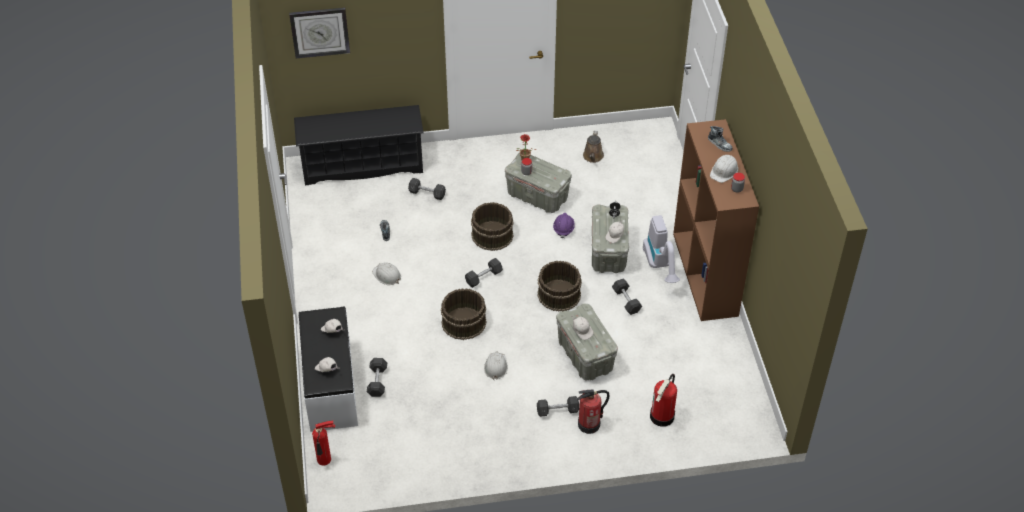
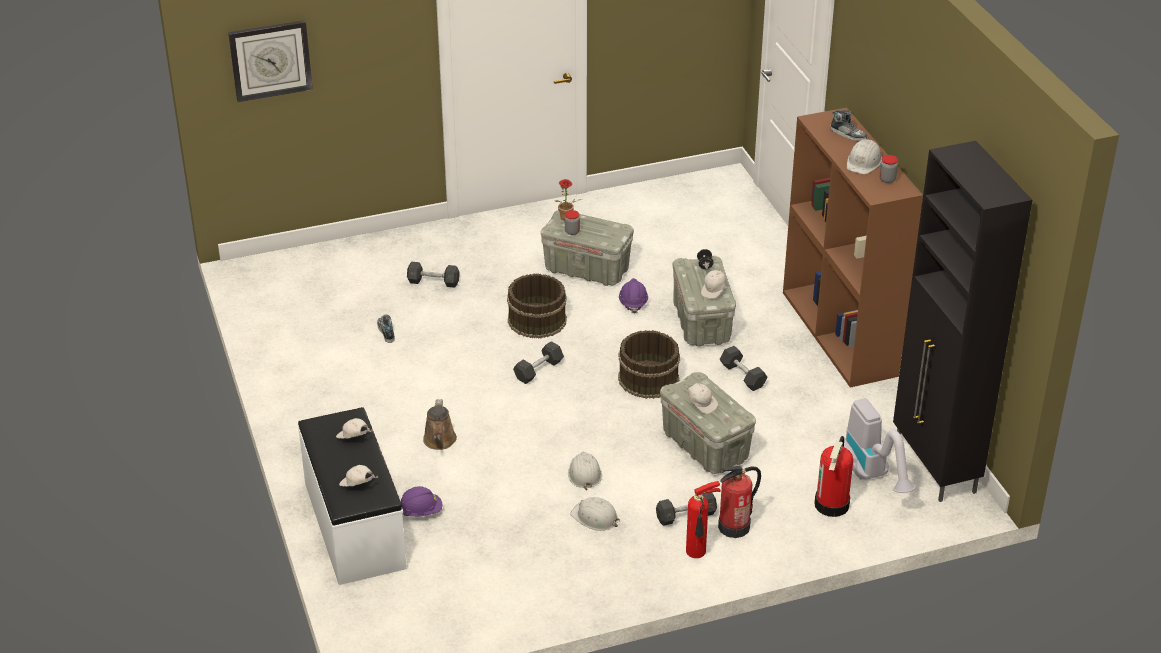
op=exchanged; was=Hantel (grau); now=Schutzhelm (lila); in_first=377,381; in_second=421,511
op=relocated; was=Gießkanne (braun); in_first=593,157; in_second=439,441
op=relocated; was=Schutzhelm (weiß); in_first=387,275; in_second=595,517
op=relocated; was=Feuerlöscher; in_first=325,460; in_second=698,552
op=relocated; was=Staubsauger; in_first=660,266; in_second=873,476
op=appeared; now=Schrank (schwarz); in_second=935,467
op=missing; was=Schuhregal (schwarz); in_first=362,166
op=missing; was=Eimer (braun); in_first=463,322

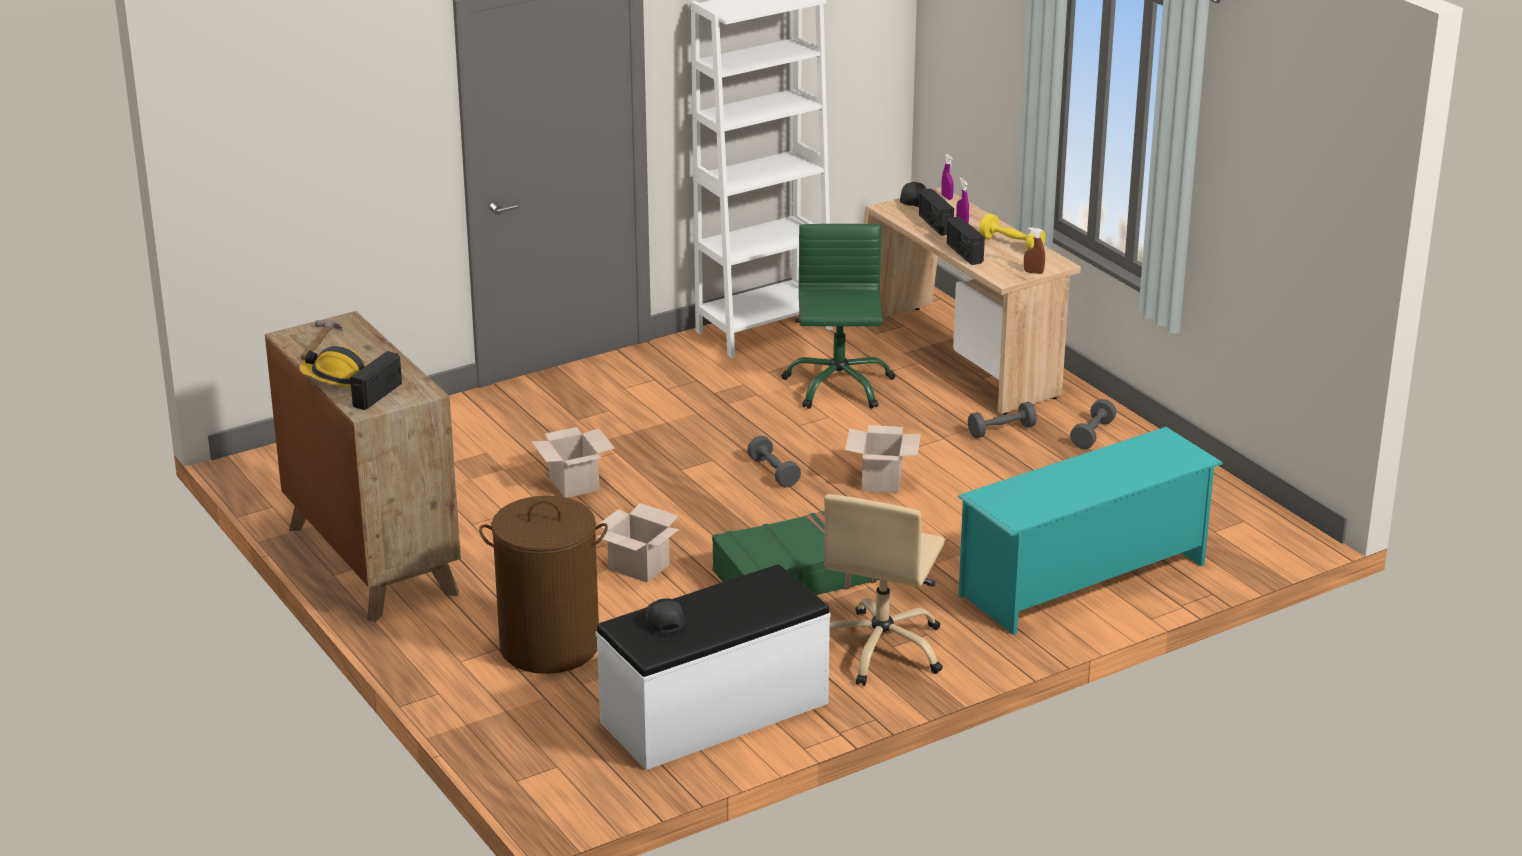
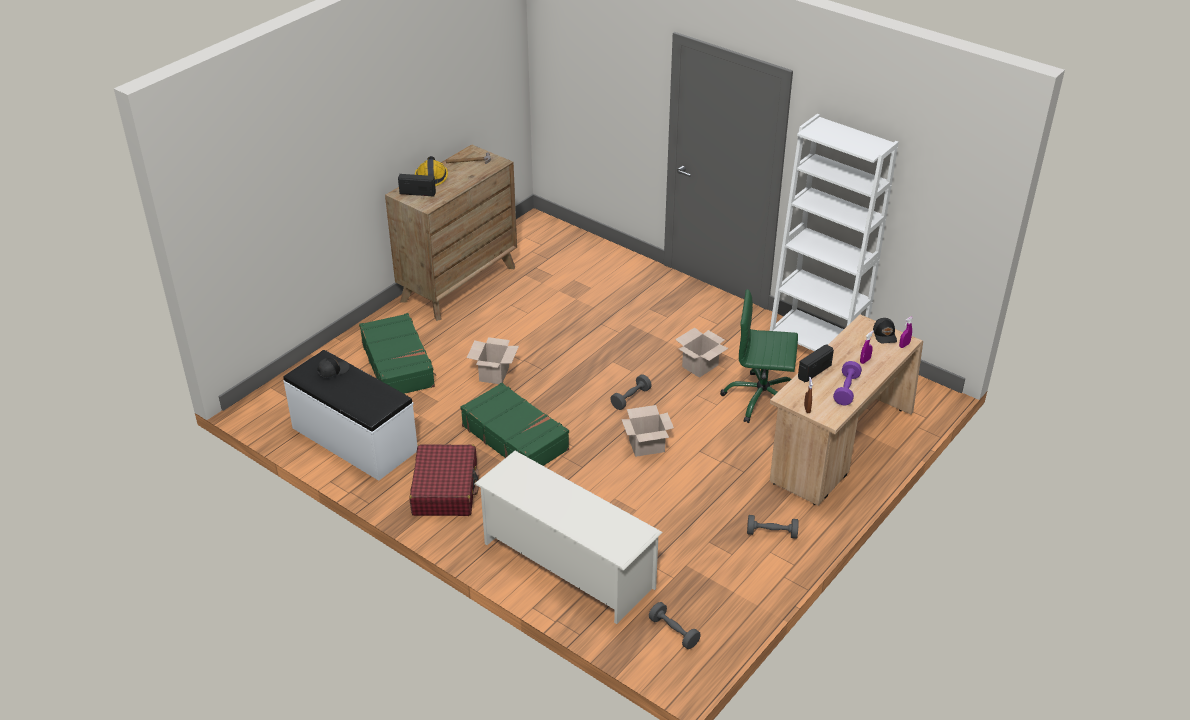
op=exchanged; was=Wäschekorb (braun); now=Koffer (grün); in_first=549,647; in_second=398,364
op=exchanged; was=Bürostuhl (beige); now=Koffer (rot); in_first=882,649; in_second=445,489
op=colour; was=Schuhregal (türkis); now=Schuhregal (weiß); in_first=1084,580; in_second=567,565
op=relocated; was=Hantel (grau); in_first=1001,431; in_second=674,632
op=relocated; was=Karton; in_first=575,484; in_second=700,366
op=spun; was=Bürostuhl (grün); in_first=838,386; in_second=761,399; clockwise=-150
op=colour; was=Hantel (gelb); now=Hantel (lila); in_first=1011,244; in_second=846,390
op=missing; was=Radio; in_first=935,225

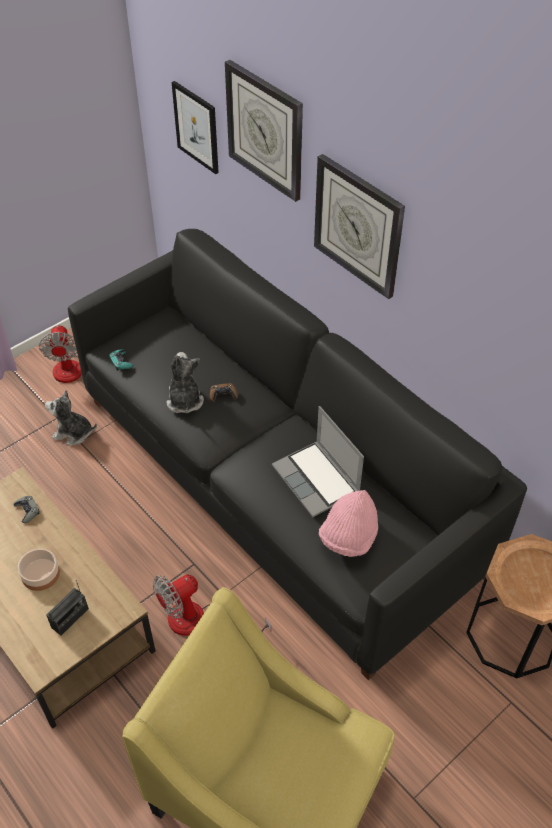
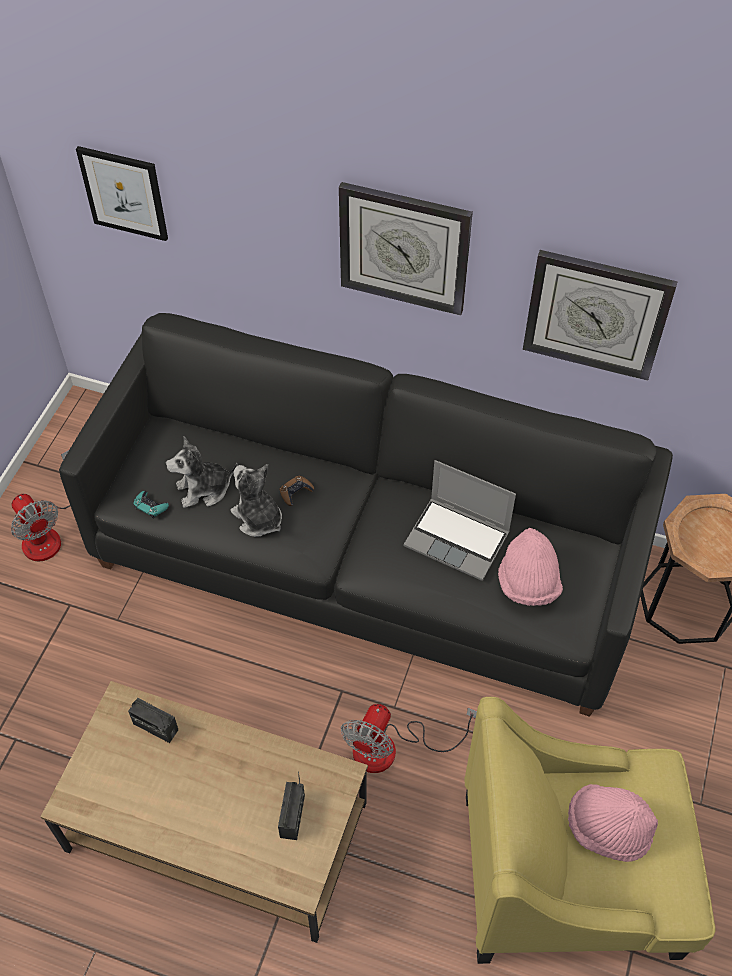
op=exchanged; was=Gamepad (grau); now=Radio; in_first=27,510; in_second=155,727
op=relocated; was=Plüschtier; in_first=73,433; in_second=204,489
op=relocated; was=Wanduhr; in_first=265,130; in_second=596,314
op=appeared; now=Hut (rosa); in_second=607,829
op=missing; was=Schüssel; in_first=41,574

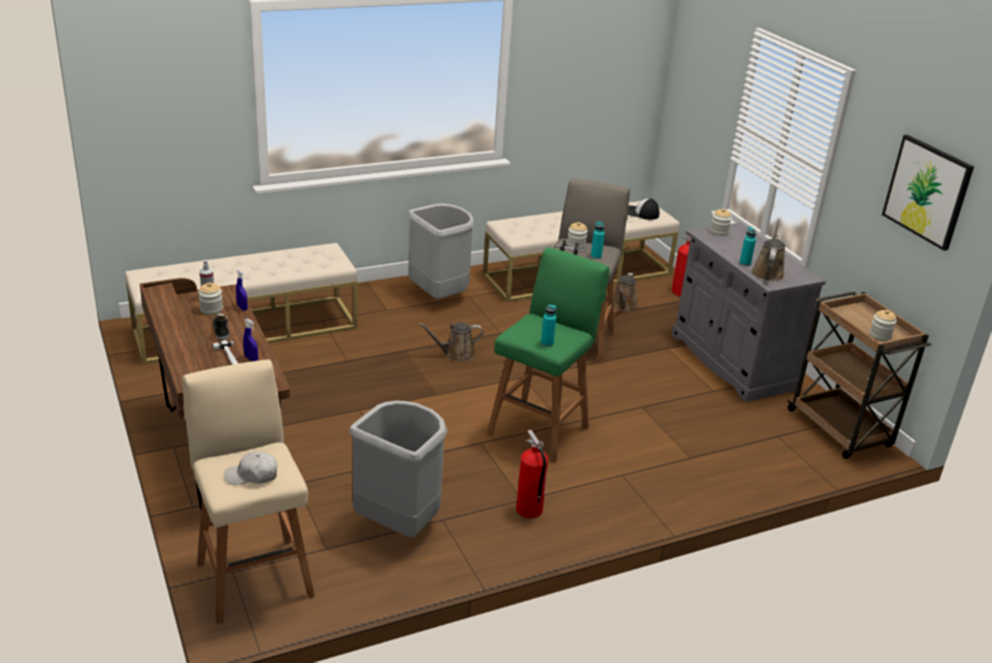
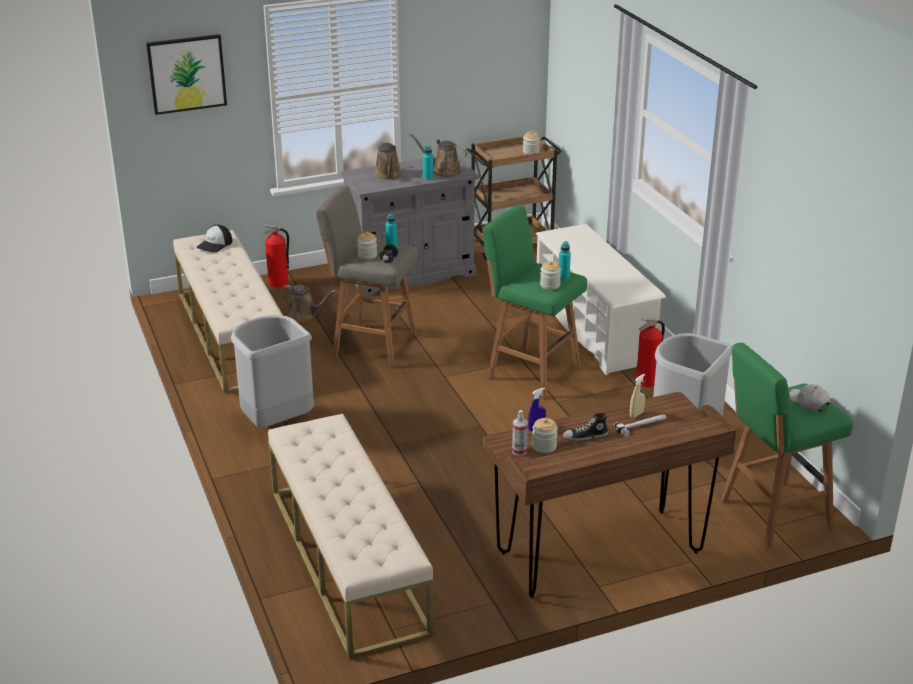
op=relocated; was=Bild; in_first=927,191; in_second=186,73
op=relocated; was=Gießkanne (braun); in_first=456,354; in_second=388,175
op=appeared; now=Schuhregal (weiß); in_second=594,330
op=relocated; was=Vorratsglas; in_first=719,232; in_second=550,285
op=colour; was=Sprühflasche (blau); now=Sprühflasche (beige); in_first=251,359; in_second=636,414
op=colour; was=Hocker (beige); now=Hocker (grün); in_first=254,576; in_second=772,515
op=spun; was=Kappe (weiß); in_first=252,476; in_second=808,403; clockwise=150

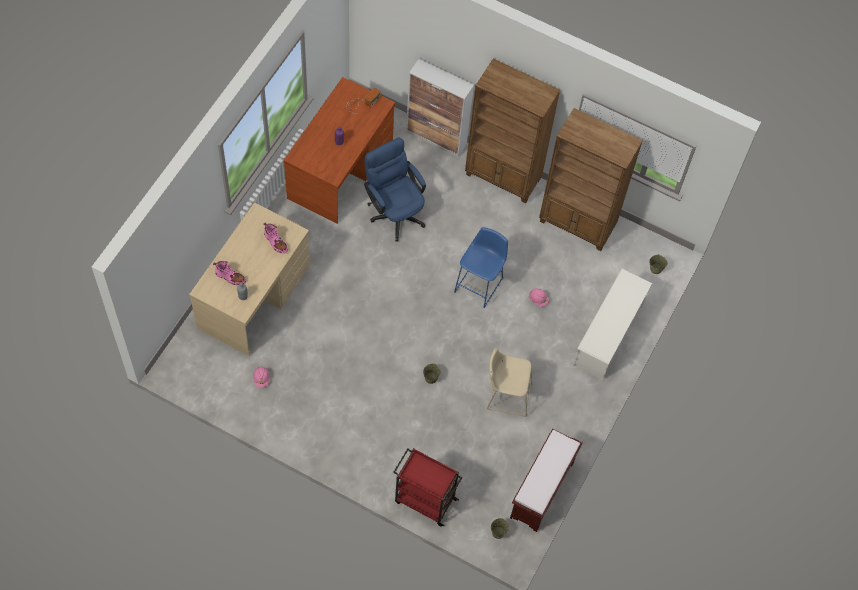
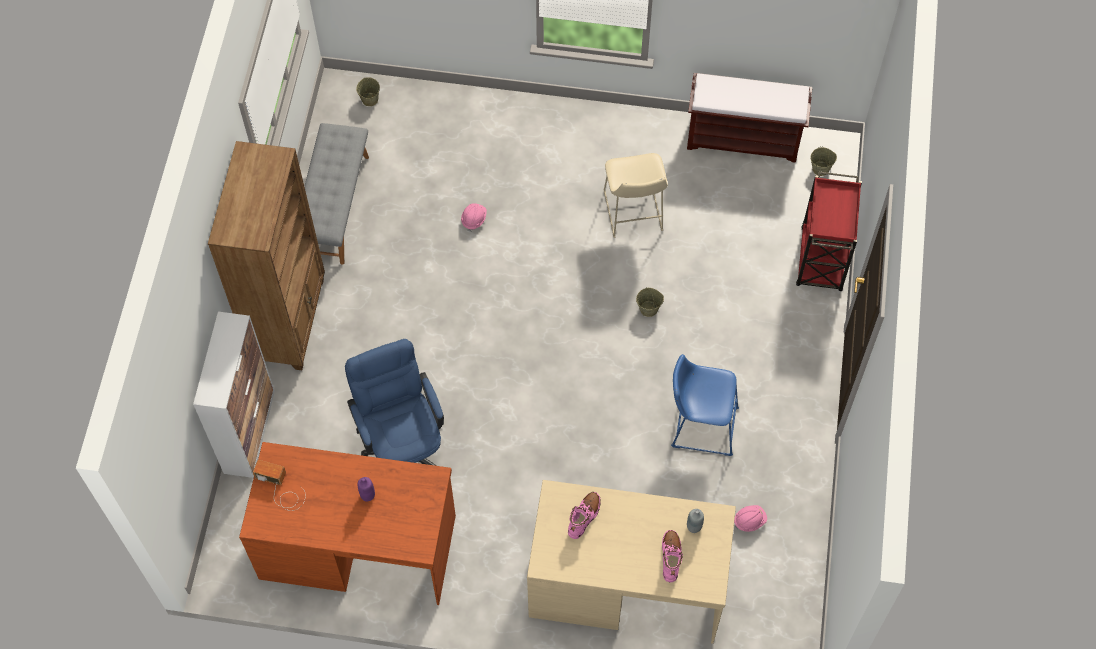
op=exchanged; was=Bücherregal (braun); now=Bank (grau); in_first=577,224; in_second=335,206
op=spun; was=Bürostuhl (blau); in_first=394,211; in_second=403,444; clockwise=120
op=relocated; was=Hocker (blau); in_first=480,283; in_second=700,426
op=missing; was=Schuhregal (weiß); in_first=608,335

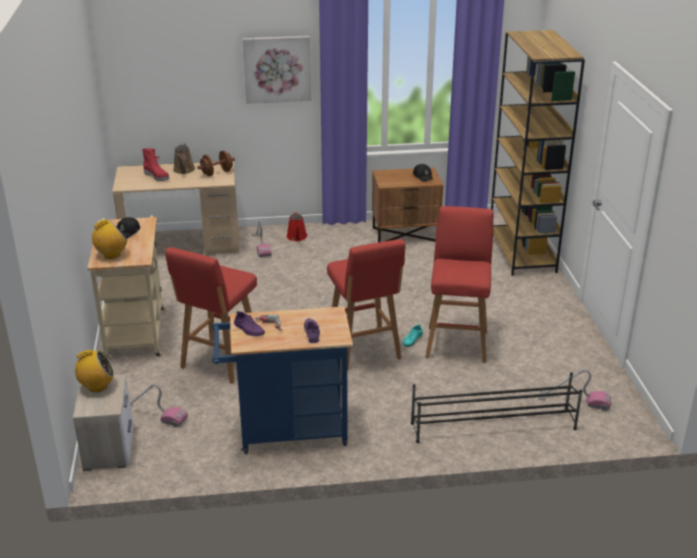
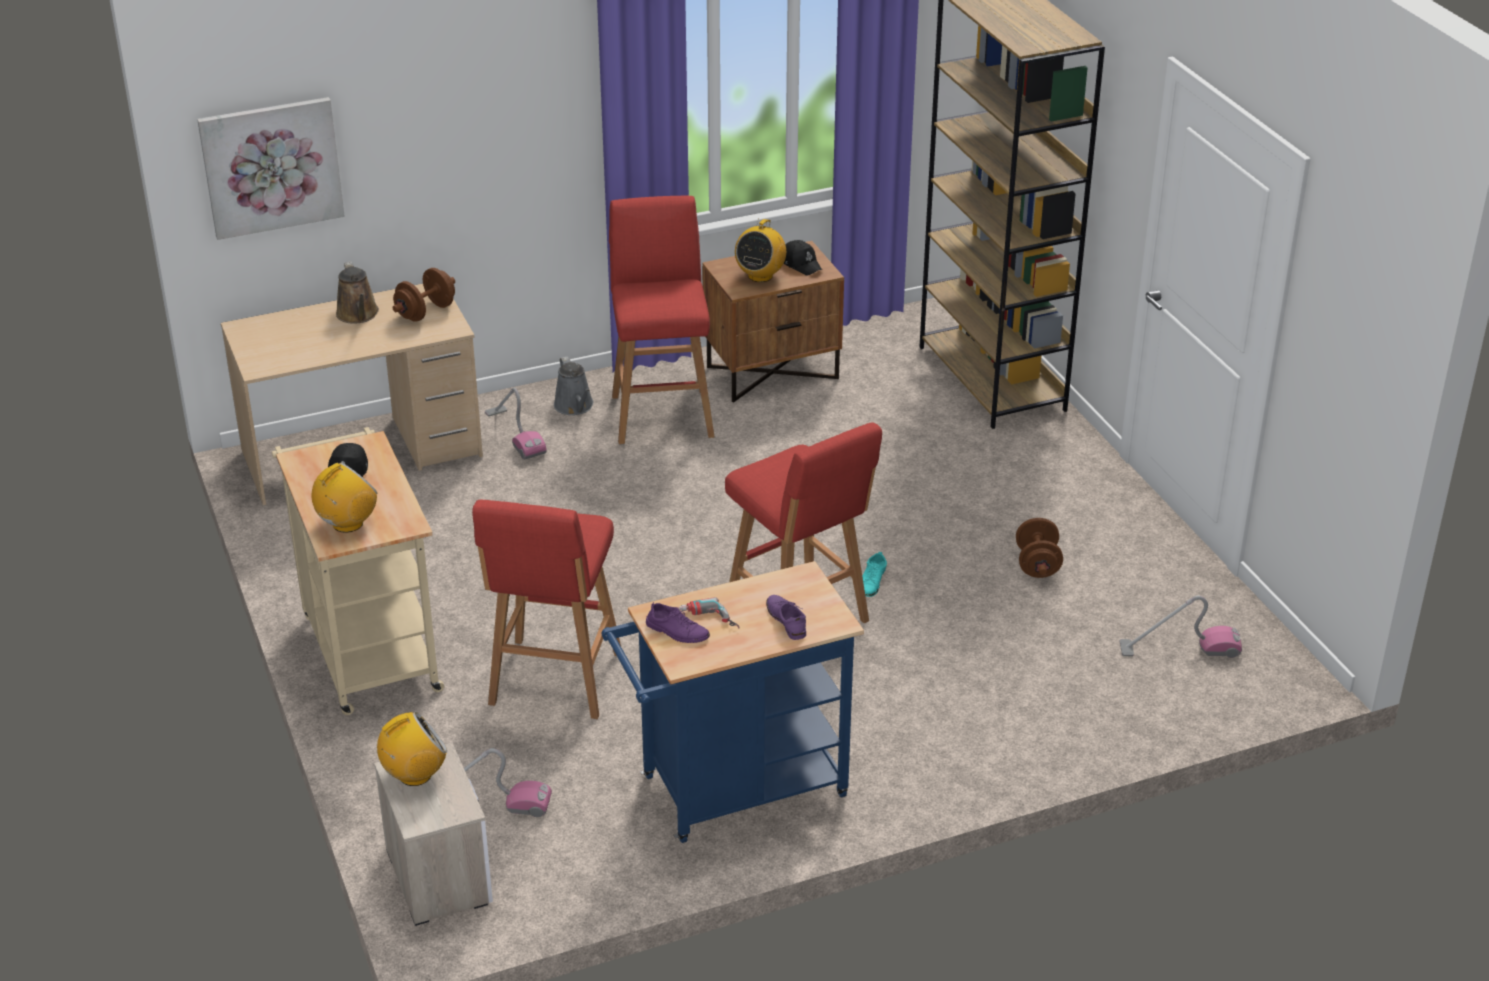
op=relocated; was=Bild; in_first=277,69; in_second=271,166
op=colour; was=Gießkanne (rot); now=Gießkanne (grau); in_first=297,237; in_second=575,406
op=relocated; was=Hocker (rot); in_first=457,343; in_second=662,413
op=appeared; now=Radio; in_second=760,275
op=appeared; now=Hantel (braun); in_second=1037,564
op=missing; was=Stiefel (rot); in_first=157,176
op=missing; was=Schuhregal (schwarz); in_first=492,426

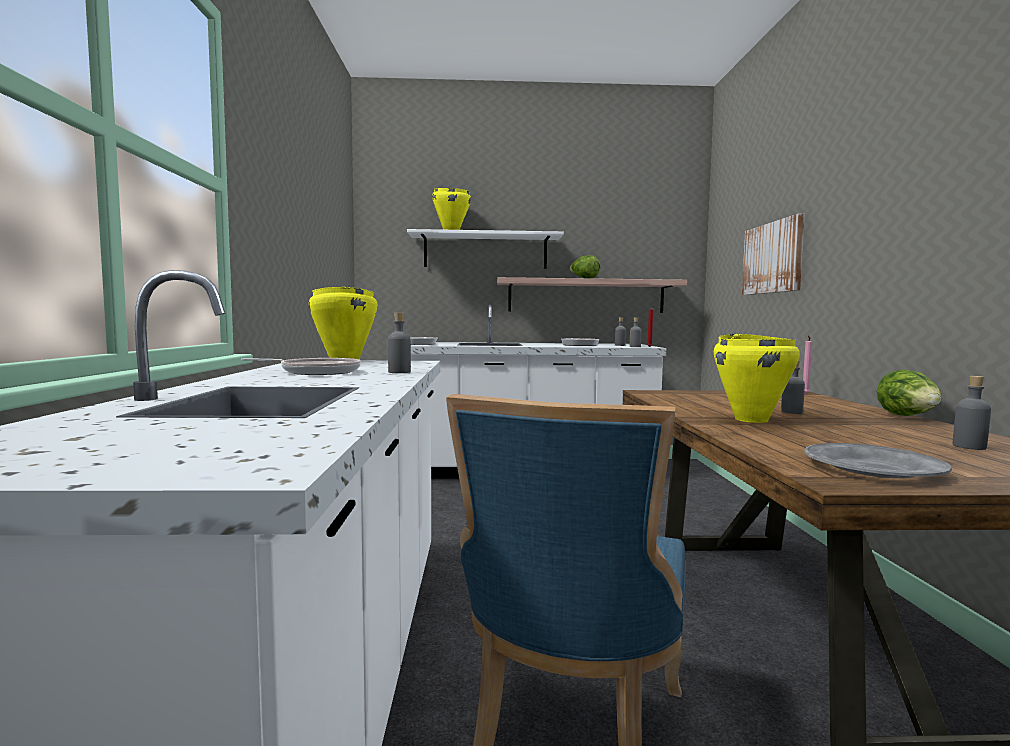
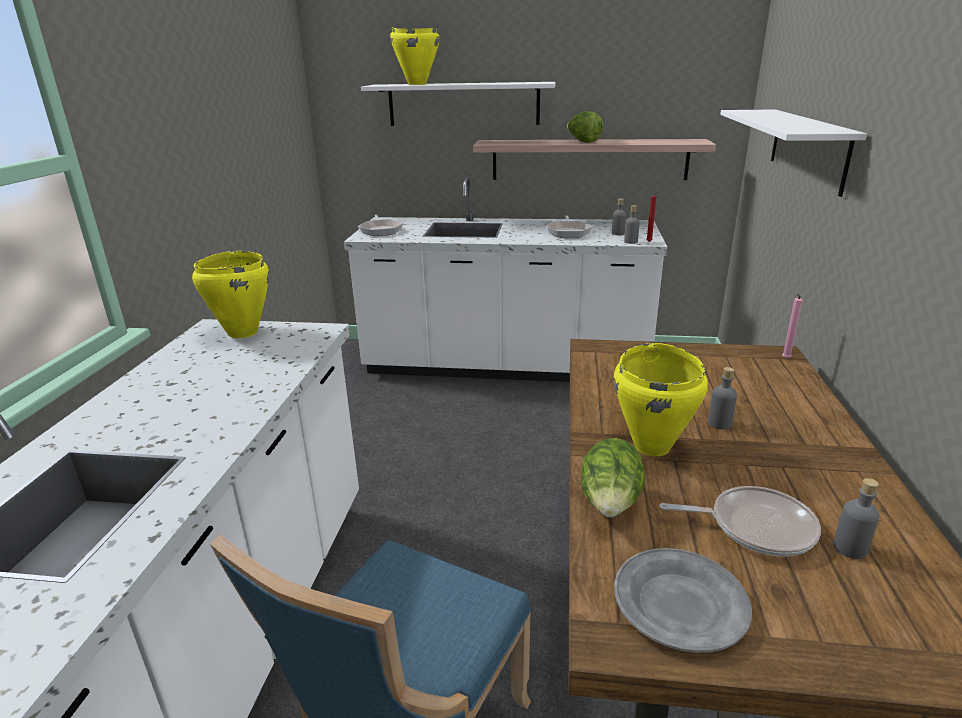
op=relocated; was=Salatkopf; in_first=908,417; in_second=610,505
op=relocated; was=Pfanne; in_first=316,372; in_second=755,526
op=exchanged; was=Bild; now=Wandregal (weiß); in_first=773,258; in_second=807,148
op=missing; was=Flasche (grau); in_first=399,372

